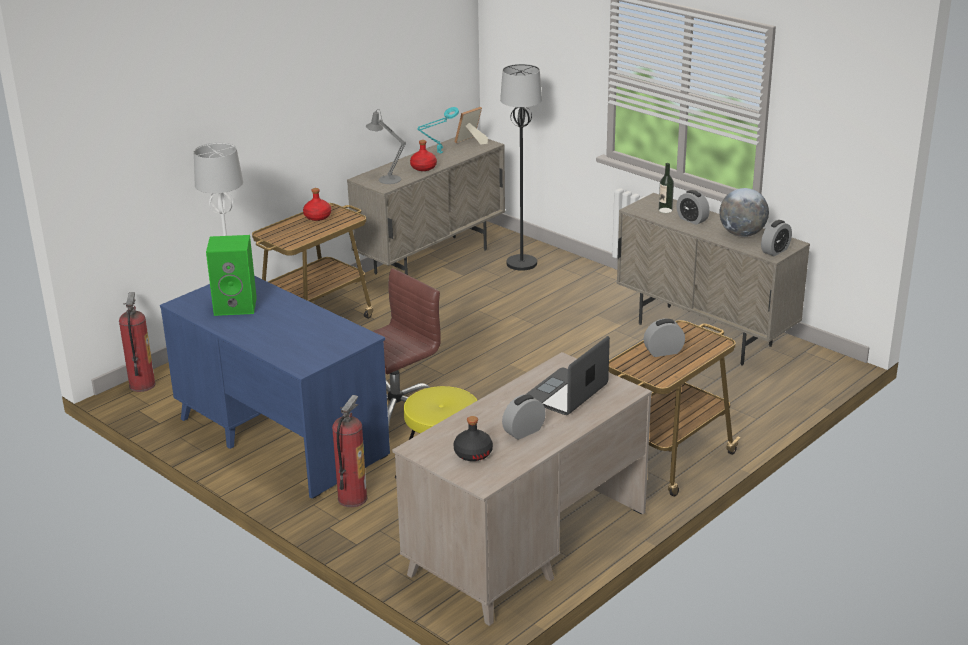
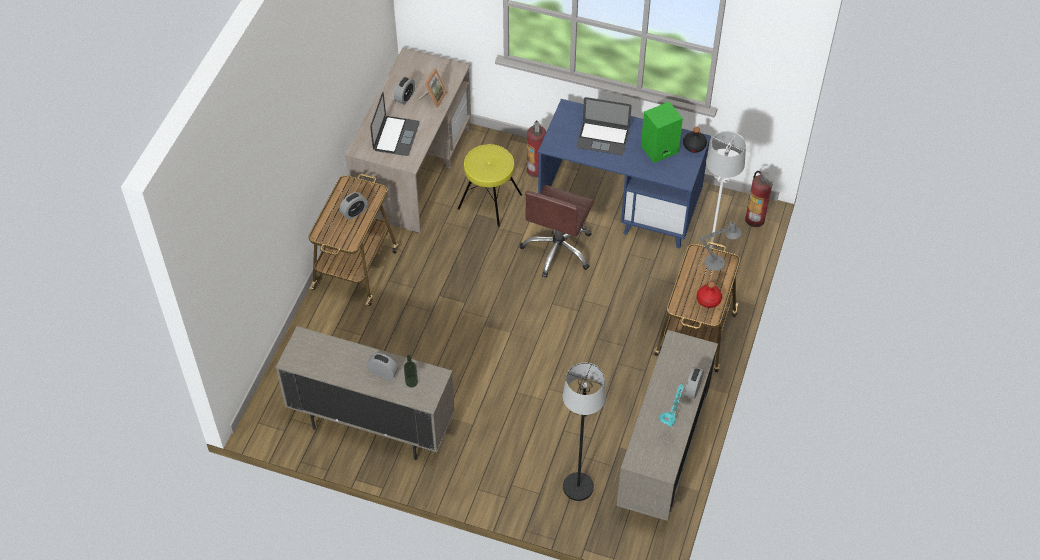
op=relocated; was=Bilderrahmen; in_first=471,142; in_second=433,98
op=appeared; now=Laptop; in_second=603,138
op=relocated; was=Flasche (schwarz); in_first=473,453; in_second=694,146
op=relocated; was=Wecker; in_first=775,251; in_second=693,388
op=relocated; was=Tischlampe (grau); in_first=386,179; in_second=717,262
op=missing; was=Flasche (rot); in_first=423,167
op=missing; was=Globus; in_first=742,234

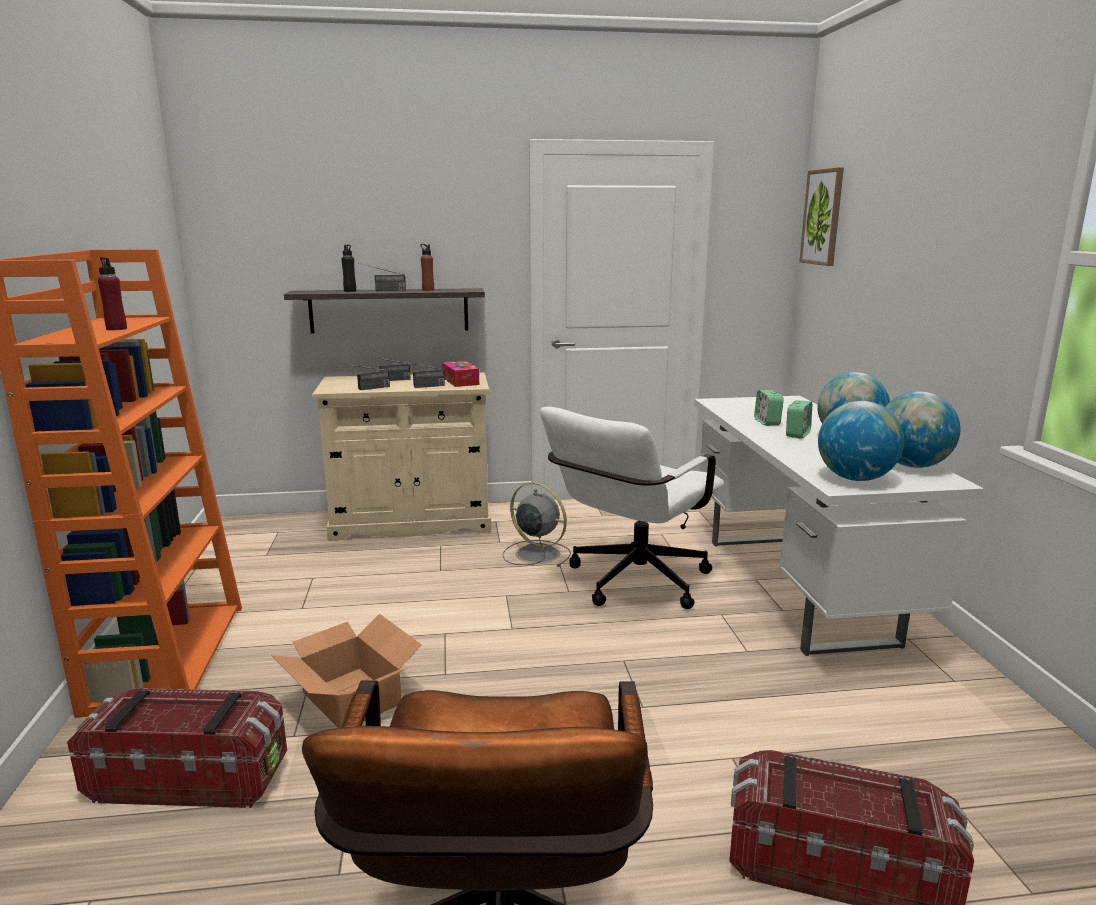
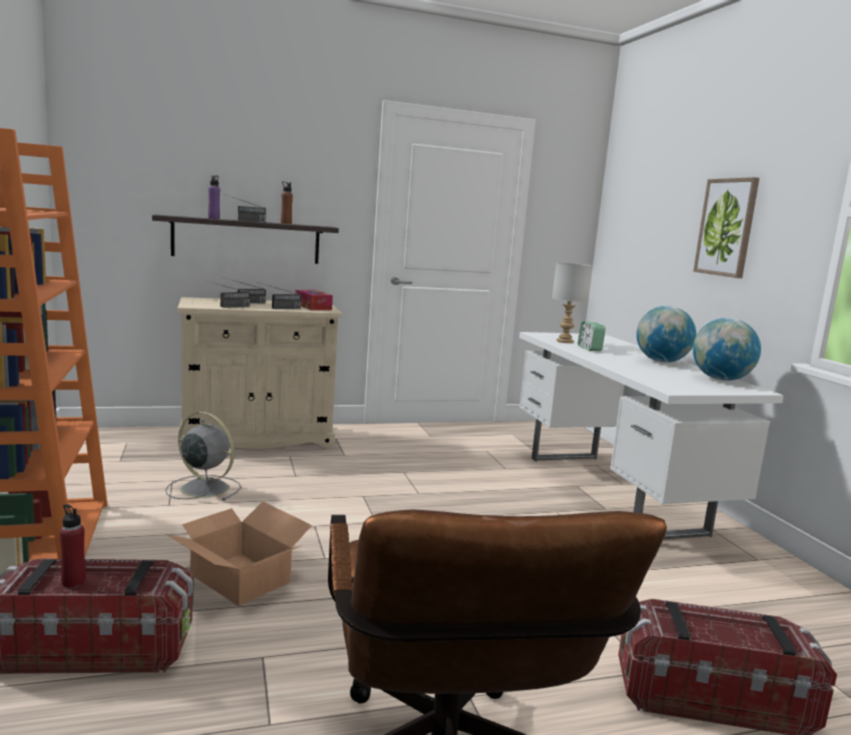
op=relocated; was=Flasche (rot); in_first=116,329; in_second=73,582
op=relocated; was=Ventilator (grau); in_first=536,553; in_second=203,488
op=colour; was=Flasche (schwarz); now=Flasche (lila); in_first=350,291; in_second=214,218
op=appeared; now=Tischlampe (grau); in_second=564,341
op=relocated; was=Bild; in_first=823,217; in_second=726,227
op=missing; was=Bürostuhl (weiß); in_first=630,584
op=missing; was=Wecker; in_first=797,434
op=missing; was=Globus; in_first=855,479

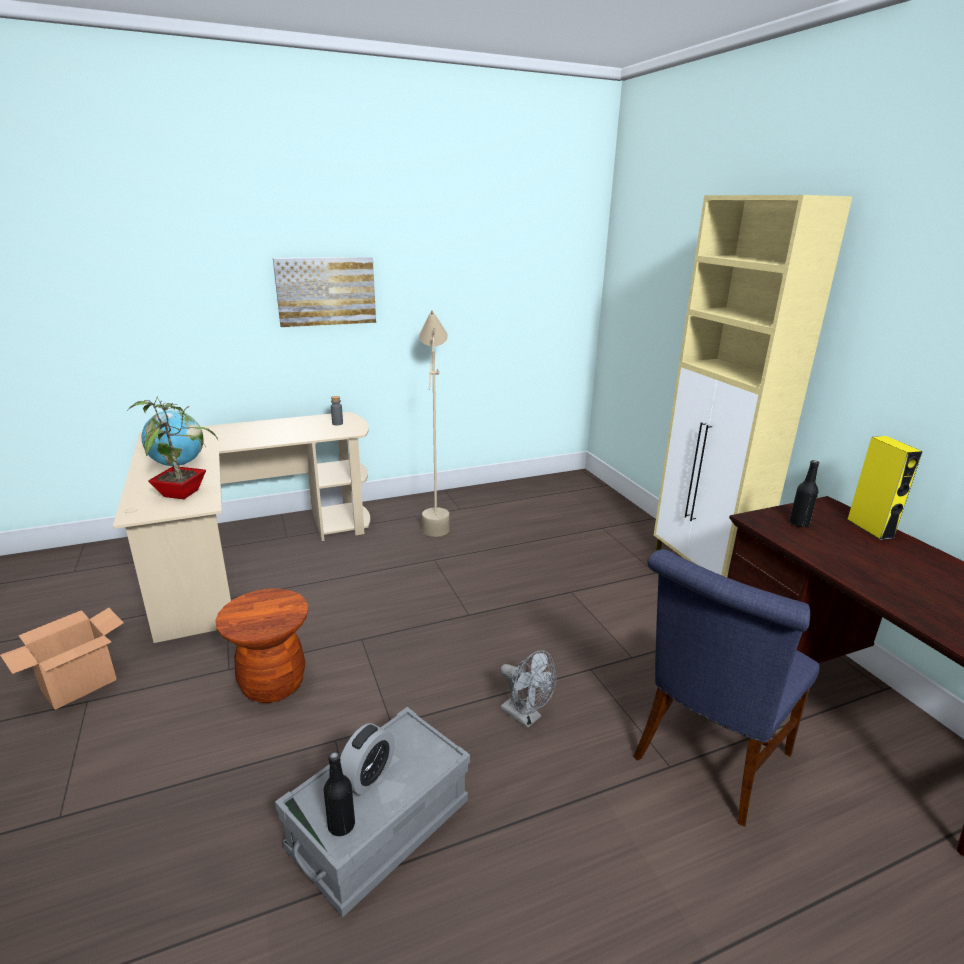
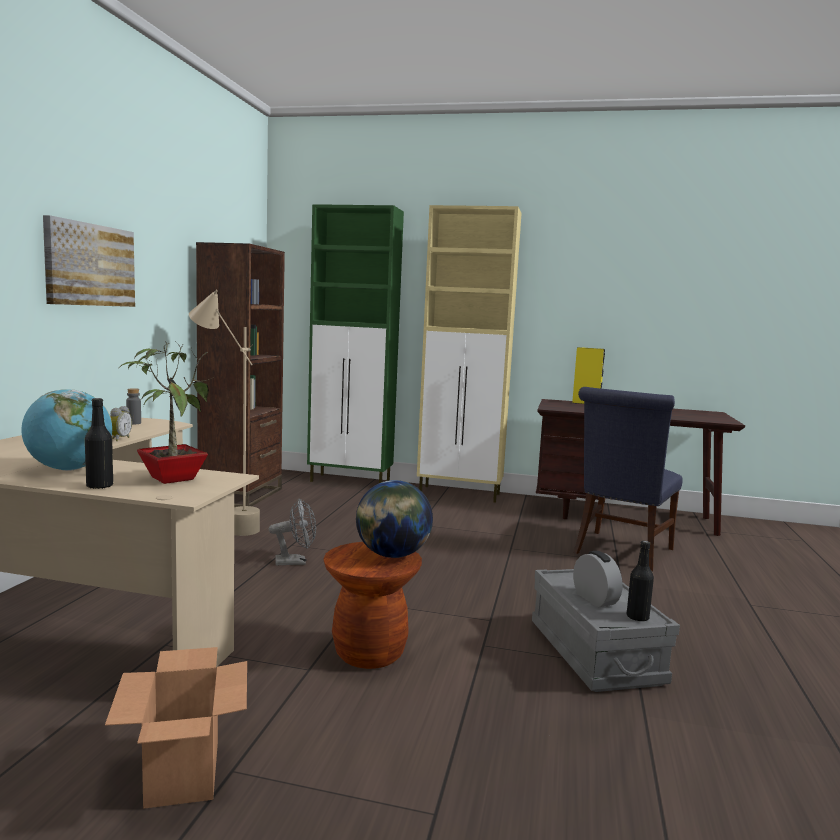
op=relocated; was=Flasche (schwarz); in_first=799,523; in_second=99,486
op=appeared; now=Wecker; in_second=119,439
op=appeared; now=Bücherregal (braun); in_second=241,495
op=relocated; was=Ventilator (grau); in_first=526,716; in_second=296,562
op=appeared; now=Schrank (grün); in_second=351,481
op=appeared; now=Globus; in_second=392,555
op=spun; was=Stuhl (blau); in_first=707,760; in_second=621,552; clockwise=45

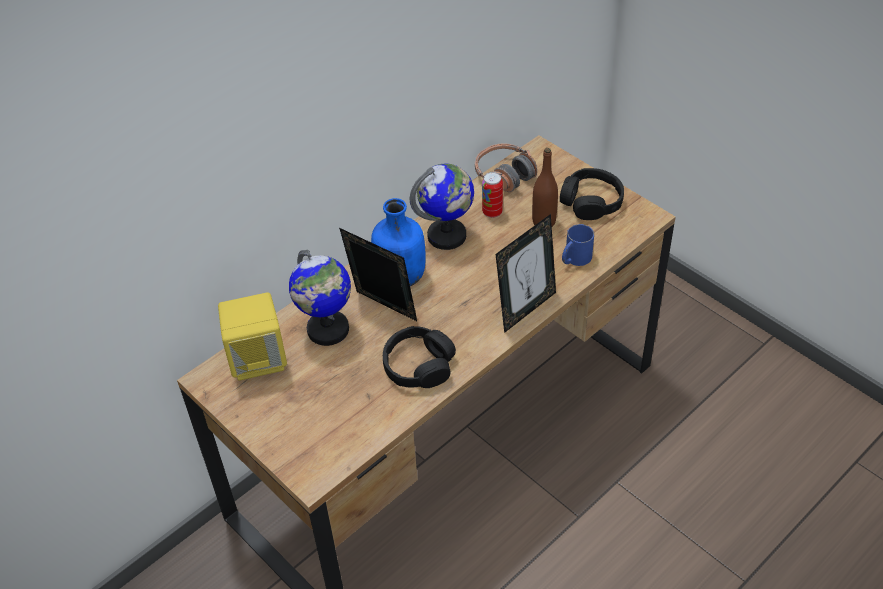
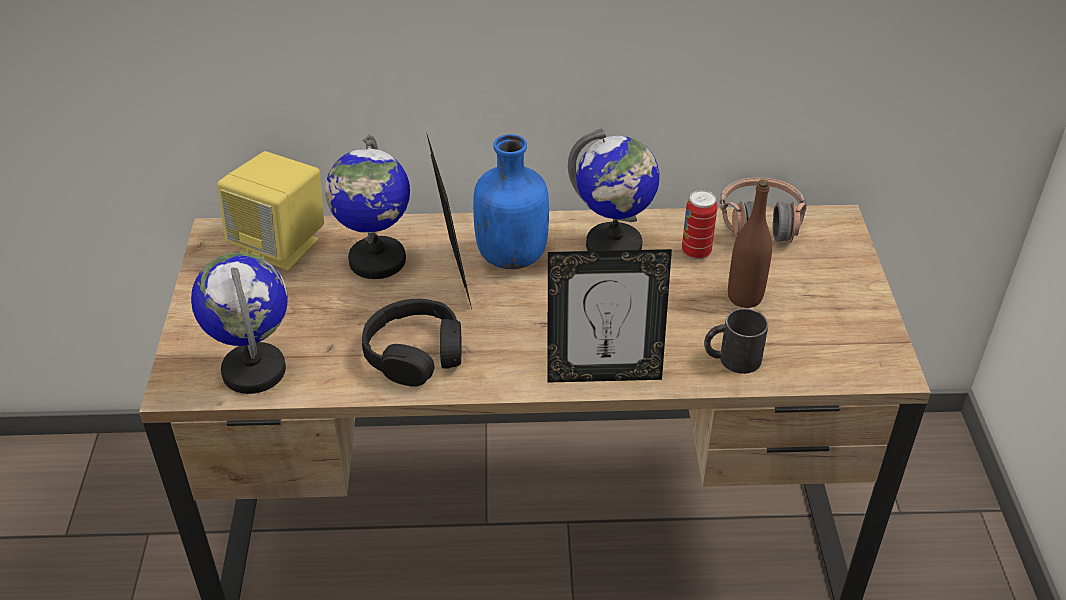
op=appeared; now=Globus; in_second=254,370
op=colour; was=Henkelbecher (blau); now=Henkelbecher (schwarz); in_first=574,259; in_second=731,359
op=missing; was=Kopfhörer (schwarz); in_first=591,202

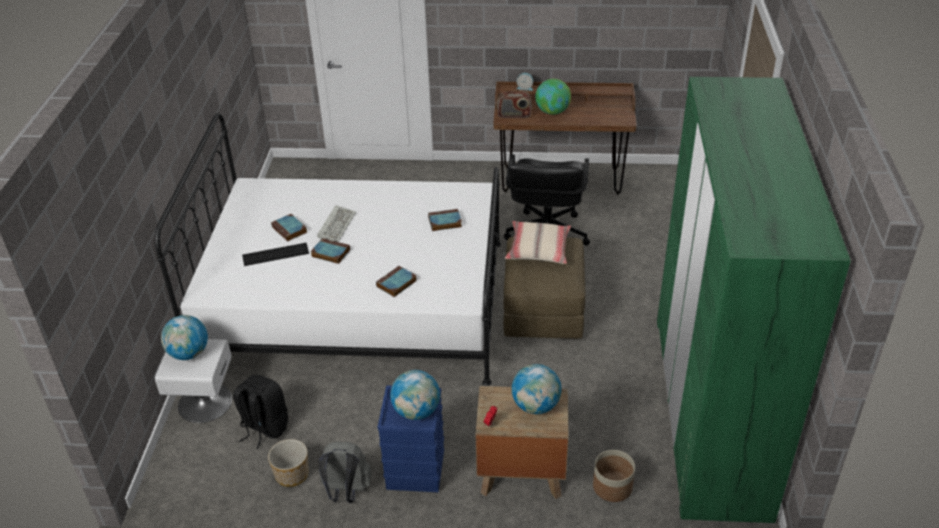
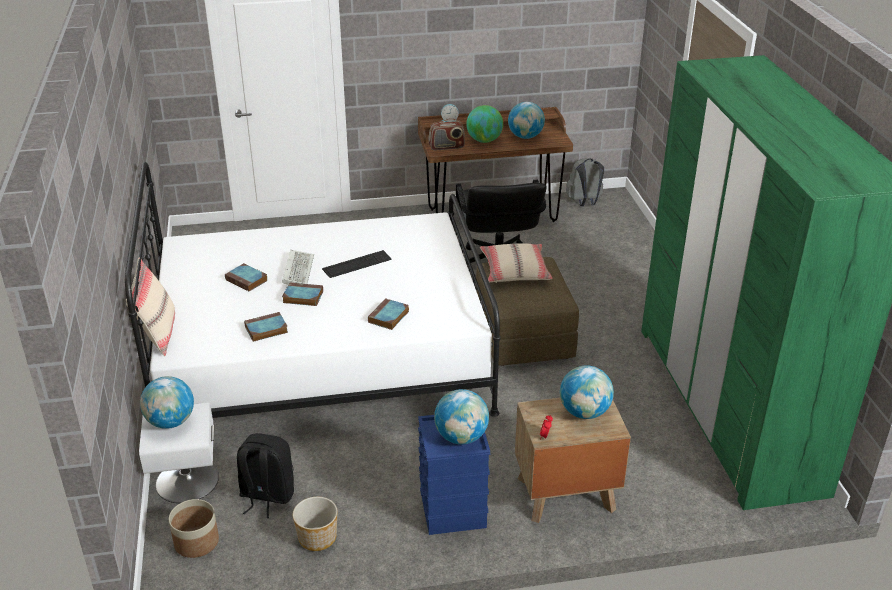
op=appeared; now=Kissen (beige); in_second=157,334
op=relocated; was=Pflanzkübel; in_first=612,487; in_second=196,542
op=relocated; was=Buch; in_first=444,222; in_second=265,330
op=relocated; was=Tastatur; in_first=275,254; in_second=357,264
op=appeared; now=Globus; in_second=525,137
op=relocated; was=Rucksack (grau); in_first=346,491; in_second=584,202

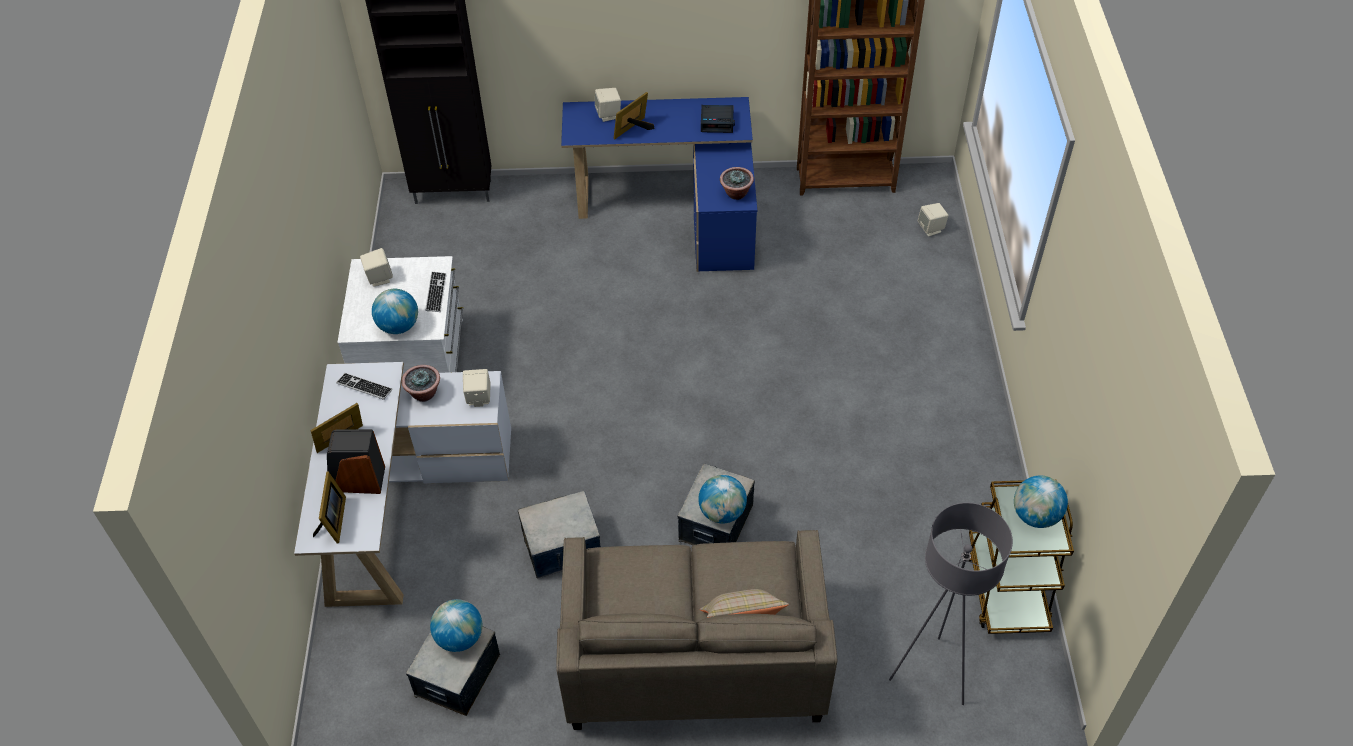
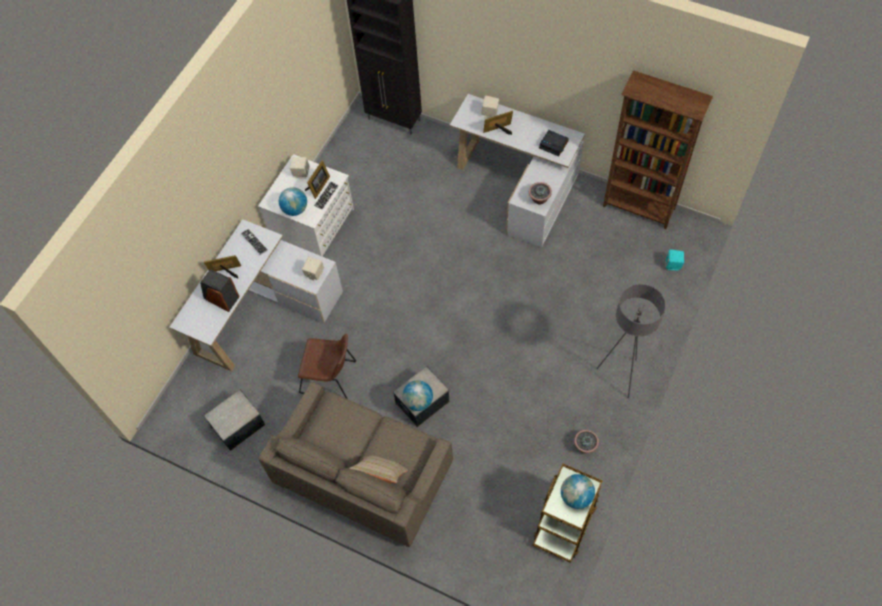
op=exchanged; was=Aufbewahrungsbox; now=Stuhl (braun); in_first=562,547; in_second=331,378
op=relocated; was=Bilderrahmen; in_first=333,521; in_second=318,187
op=colour; was=Schreibtisch (blau); now=Schreibtisch (weiß); in_first=677,208; in_second=520,185
op=relocated; was=Topfpflanze; in_first=424,393; in_second=585,446
op=relocated; was=Stehlampe (grau); in_first=931,675; in_second=620,376
op=colour; was=Lautsprecher (beige); now=Lautsprecher (türkis); in_first=931,228; in_second=673,265
op=missing; was=Globus; in_first=459,637

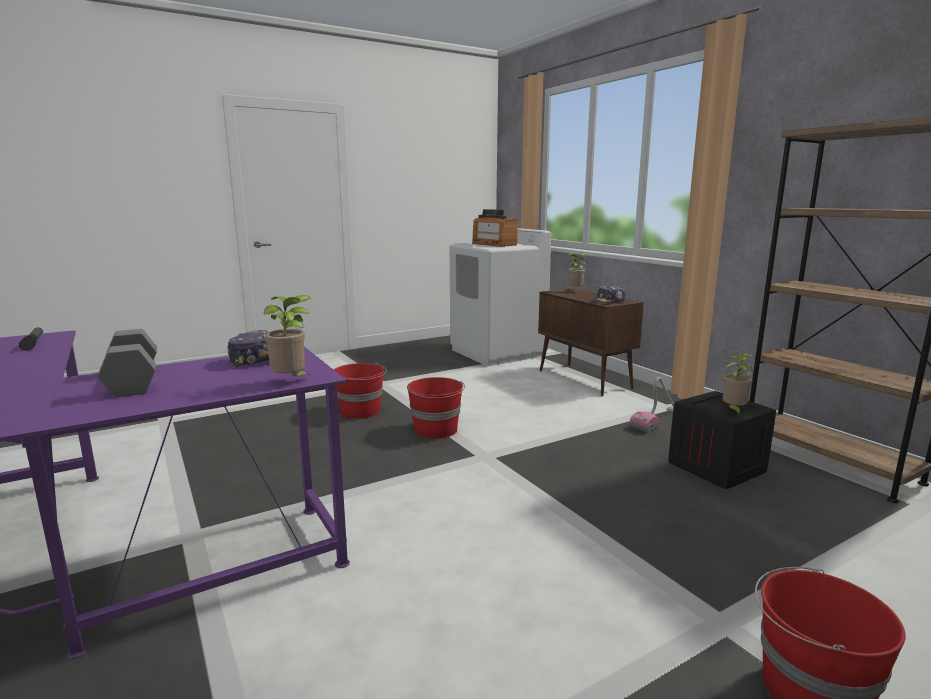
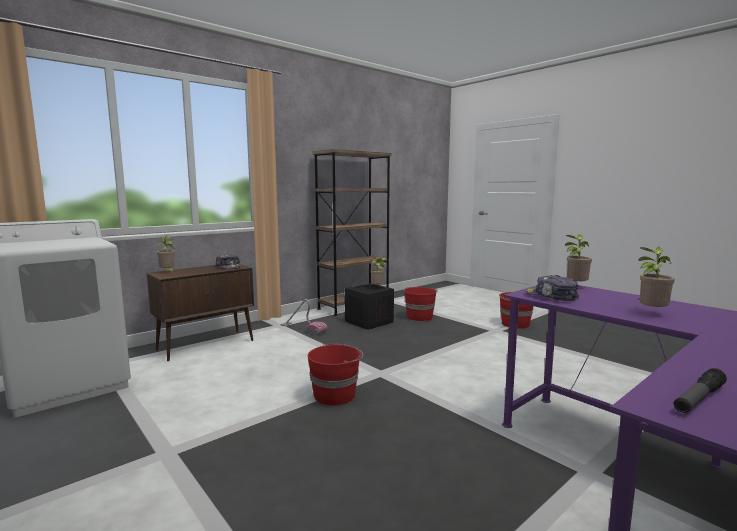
op=relocated; was=Eimer (rot); in_first=361,412; in_second=419,317
op=exchanged; was=Hantel (grau); now=Topfpflanze; in_first=134,381; in_second=651,313
op=missing; was=Radio; in_first=493,244

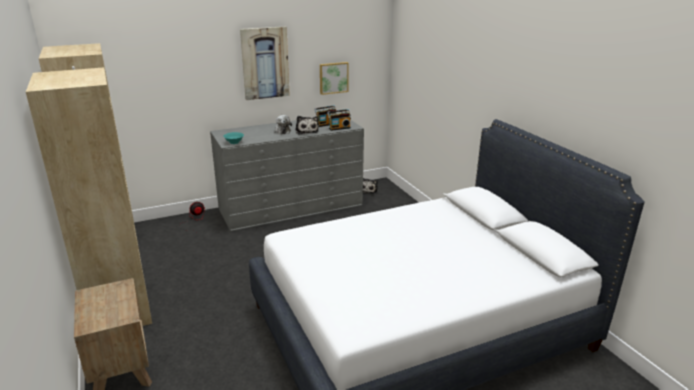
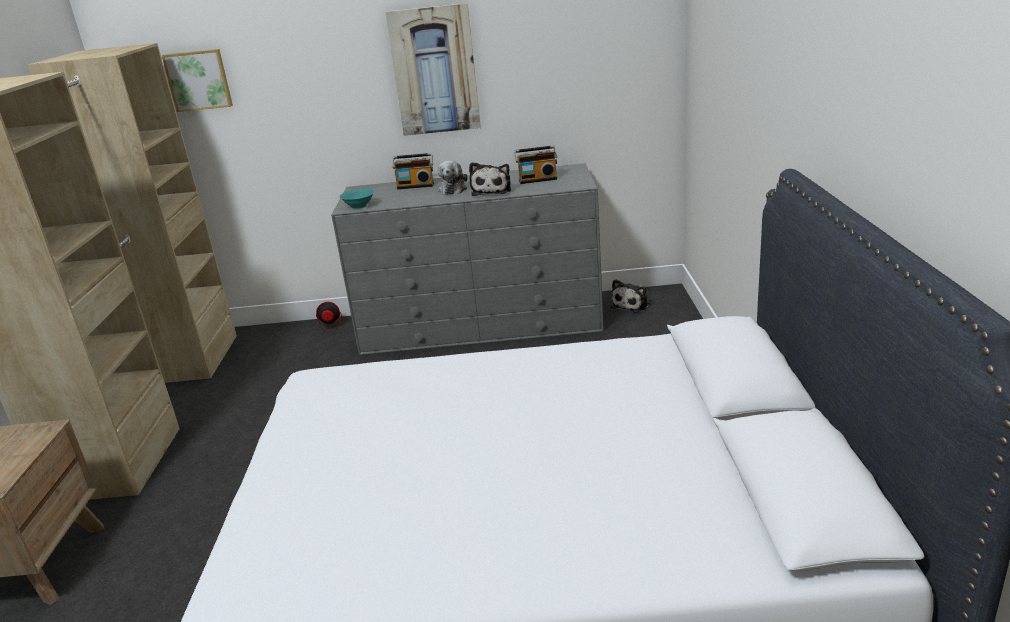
op=relocated; was=Bild; in_first=333,78; in_second=199,80
op=relocated; was=Radio; in_first=339,128; in_second=416,185

